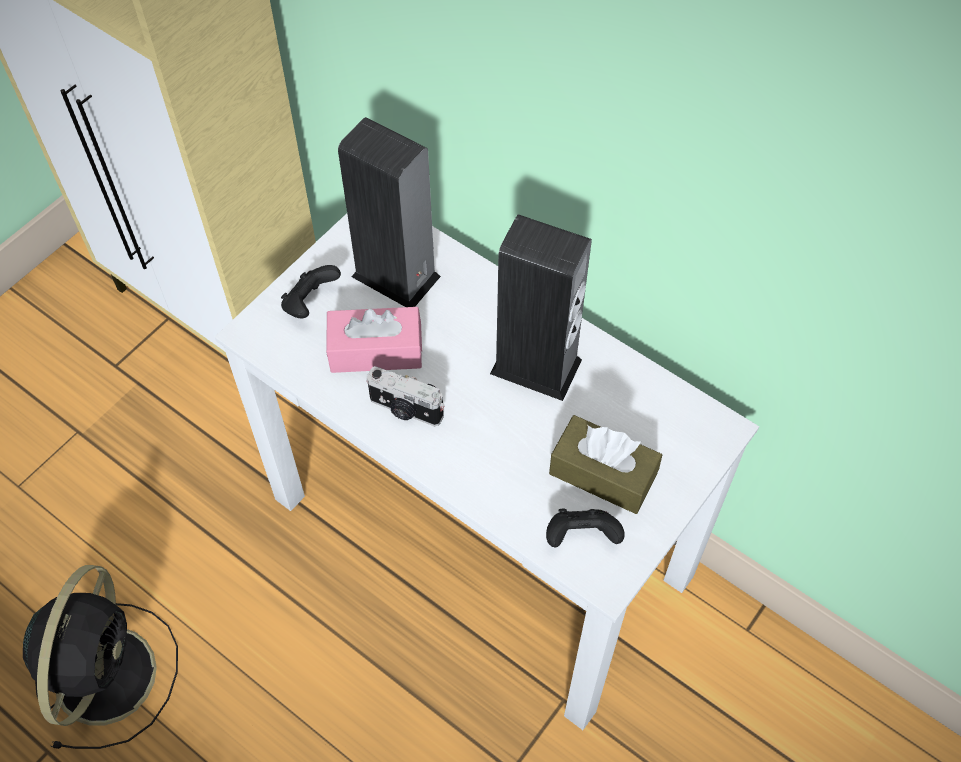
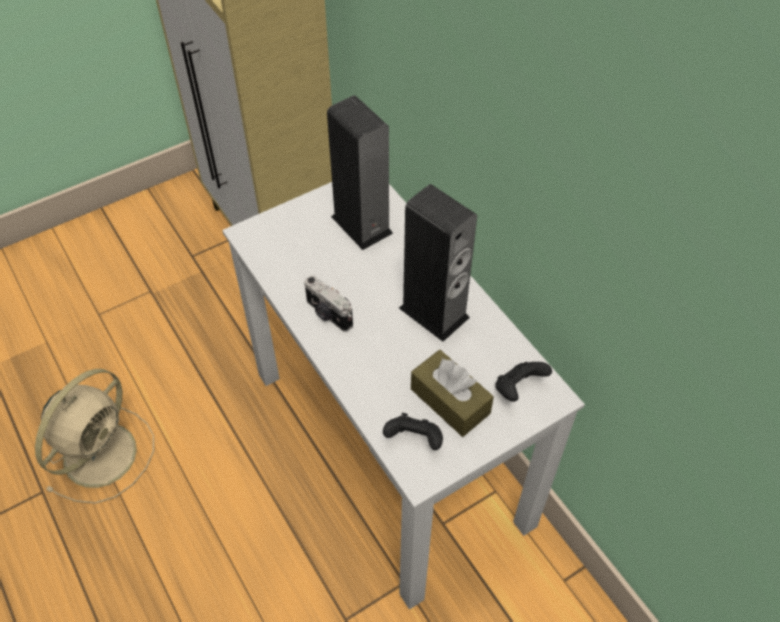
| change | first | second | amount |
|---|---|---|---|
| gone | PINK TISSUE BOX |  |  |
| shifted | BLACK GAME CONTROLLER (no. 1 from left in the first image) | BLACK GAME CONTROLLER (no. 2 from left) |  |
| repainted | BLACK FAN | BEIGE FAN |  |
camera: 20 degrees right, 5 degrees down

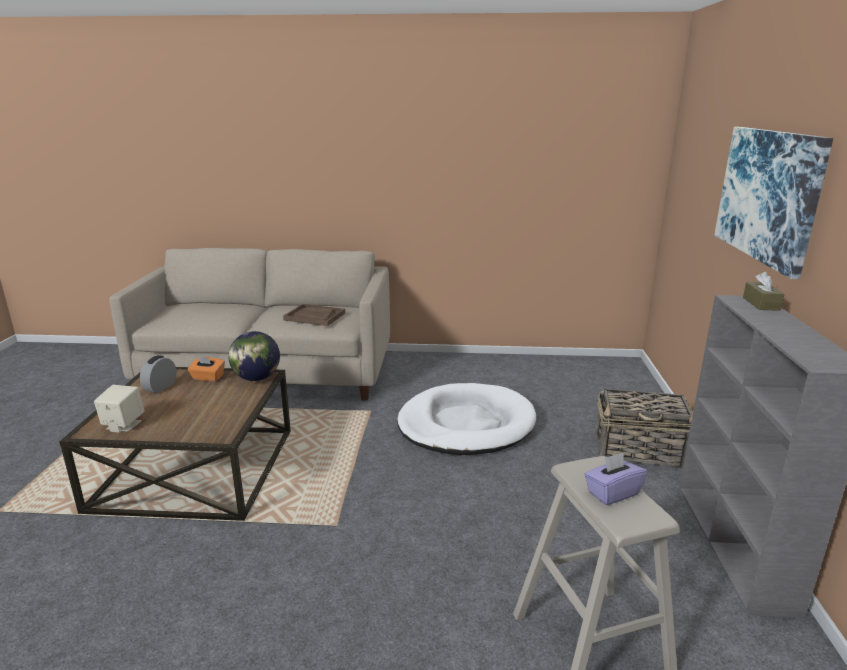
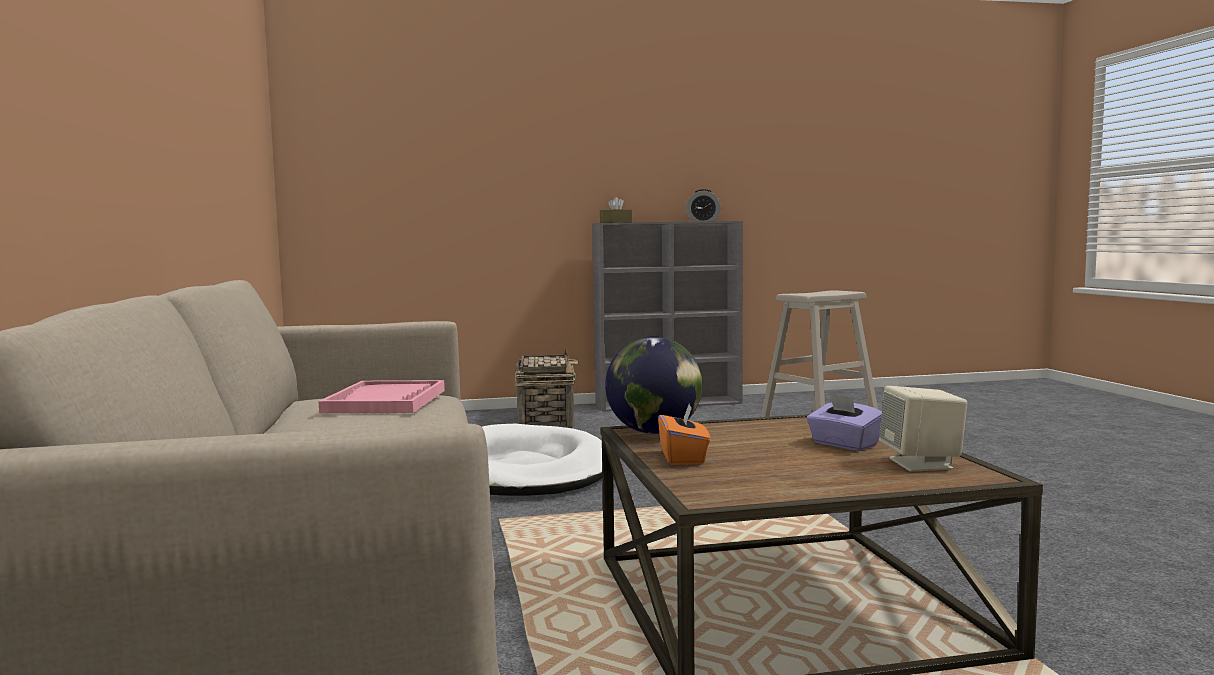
| change | first | second | amount |
|---|---|---|---|
| gone | PICTURE |  |  |
| shifted | ALARM CLOCK |  |  |
| shifted | PURPLE TISSUE BOX |  |  |
| repainted | BROWN TRAY | PINK TRAY |  |
camera: 105 degrees left, 15 degrees down

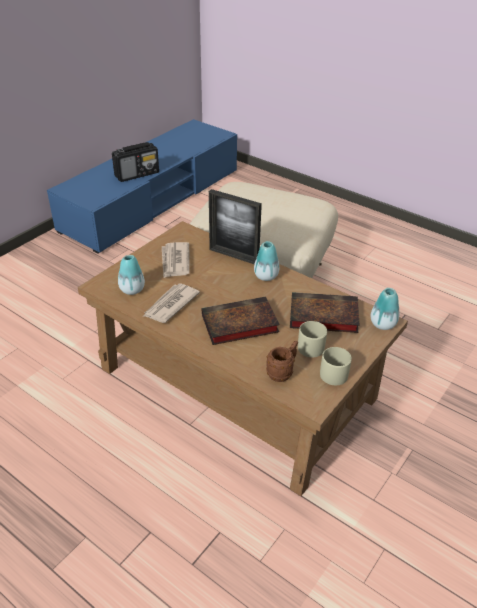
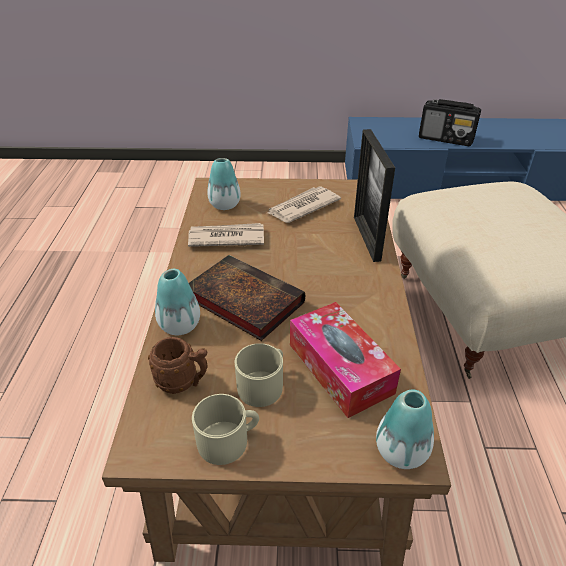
| change | first | second | amount |
|---|---|---|---|
| shifted | VASE (no. 2 from left in the first image) | VASE (no. 1 from left) |  |
| swapped | BOOK (no. 2 from left) | TISSUE BOX |  |
camera: 55 degrees right, 0 degrees up

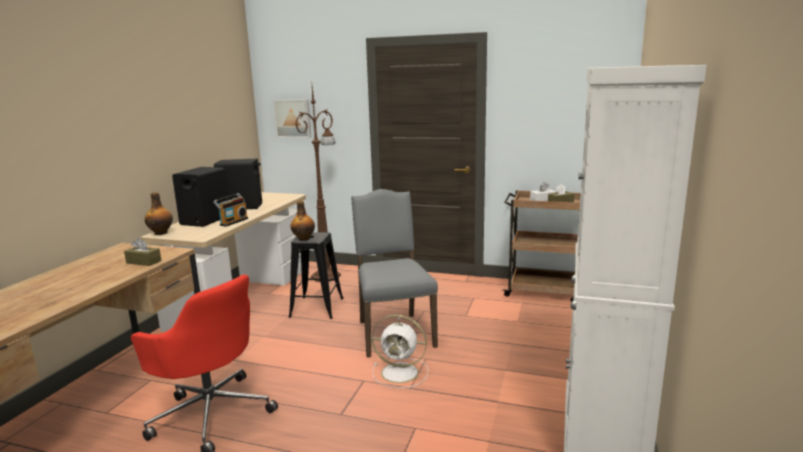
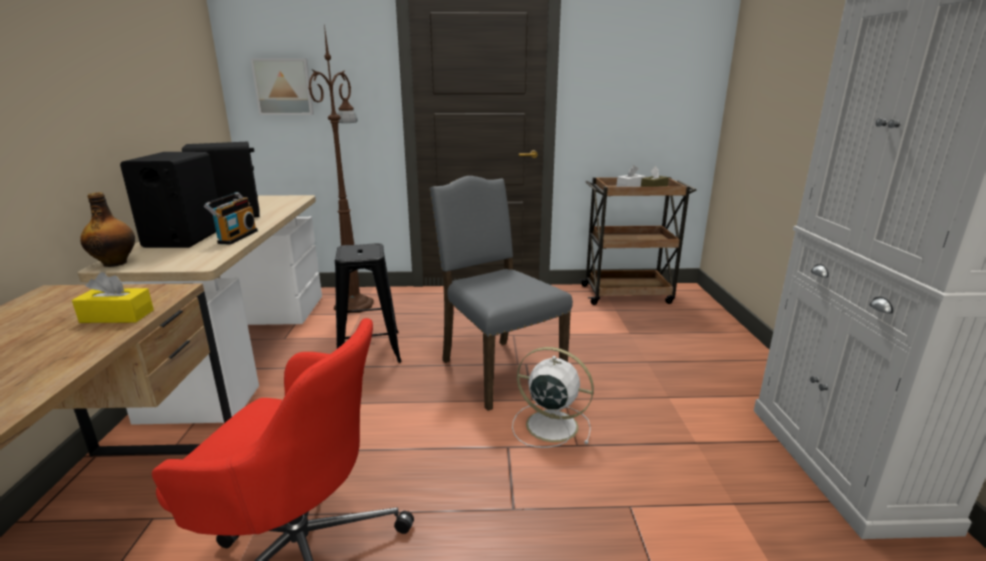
| change | first | second | amount |
|---|---|---|---|
| gone | BOTTLE (no. 2 from left) |  |  |
| repainted | BROWN TISSUE BOX (no. 1 from left) | YELLOW TISSUE BOX |  |
| rotated | WHITE FAN |  | 150 degrees counterclockwise |
camera: 20 degrees left, 5 degrees up

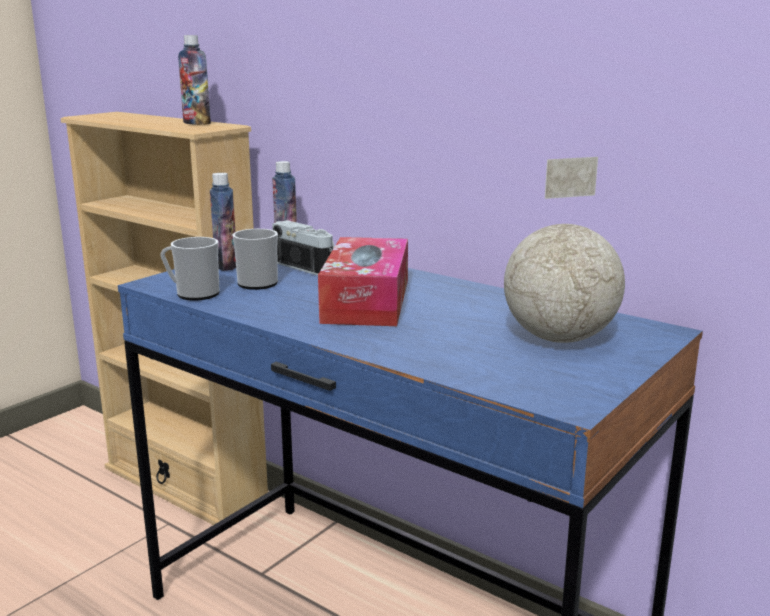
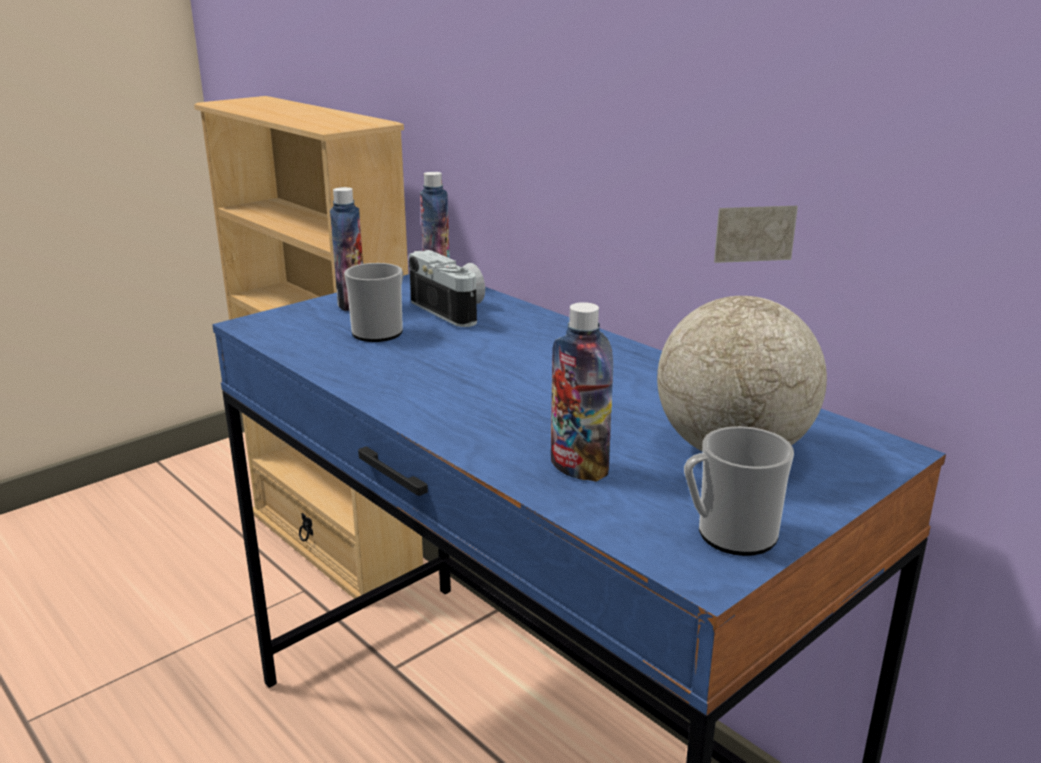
| change | first | second | amount |
|---|---|---|---|
| gone | TISSUE BOX |  |  |
| shifted | MUG (no. 1 from left in the first image) | MUG (no. 2 from left) |  |
| shifted | BOTTLE (no. 1 from left in the first image) | BOTTLE (no. 3 from left) |  |
camera: 10 degrees right, 5 degrees up

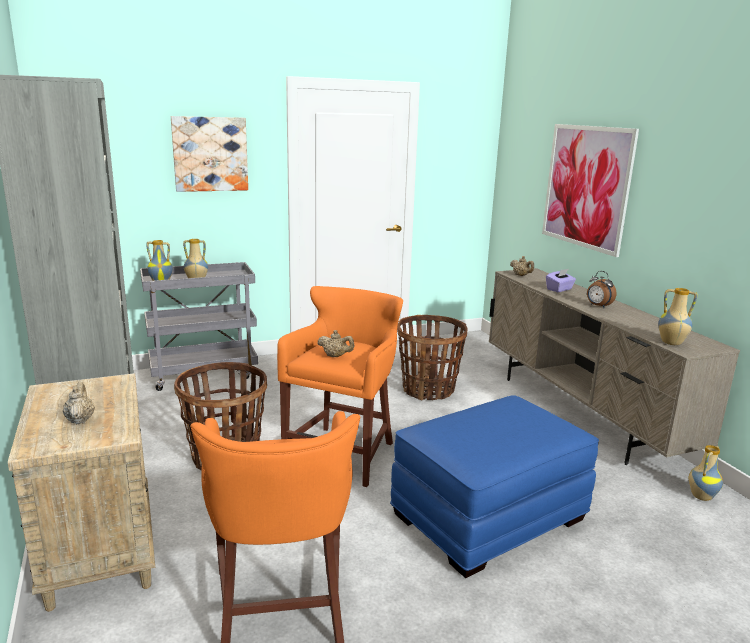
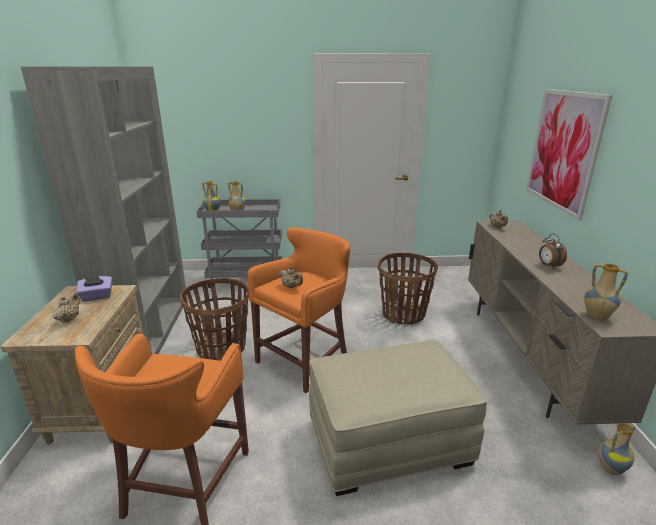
| change | first | second | amount |
|---|---|---|---|
| gone | PICTURE (no. 1 from left) |  |  |
| shifted | PURPLE TISSUE BOX |  |  |
| repainted | BLUE OTTOMAN | BEIGE OTTOMAN |  |
camera: 20 degrees right, 5 degrees up

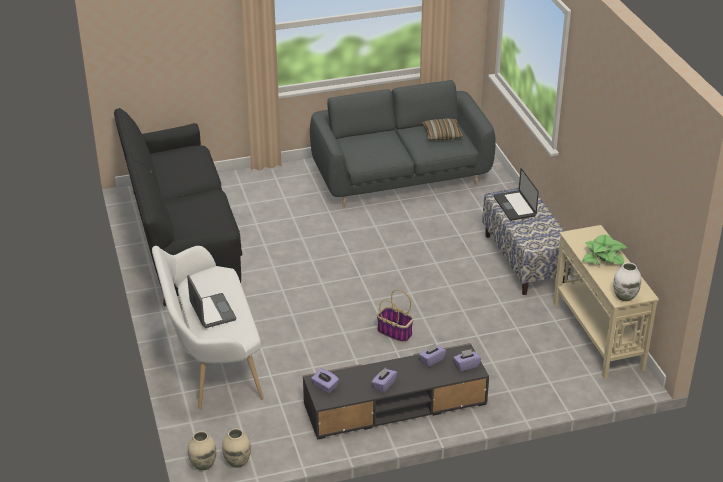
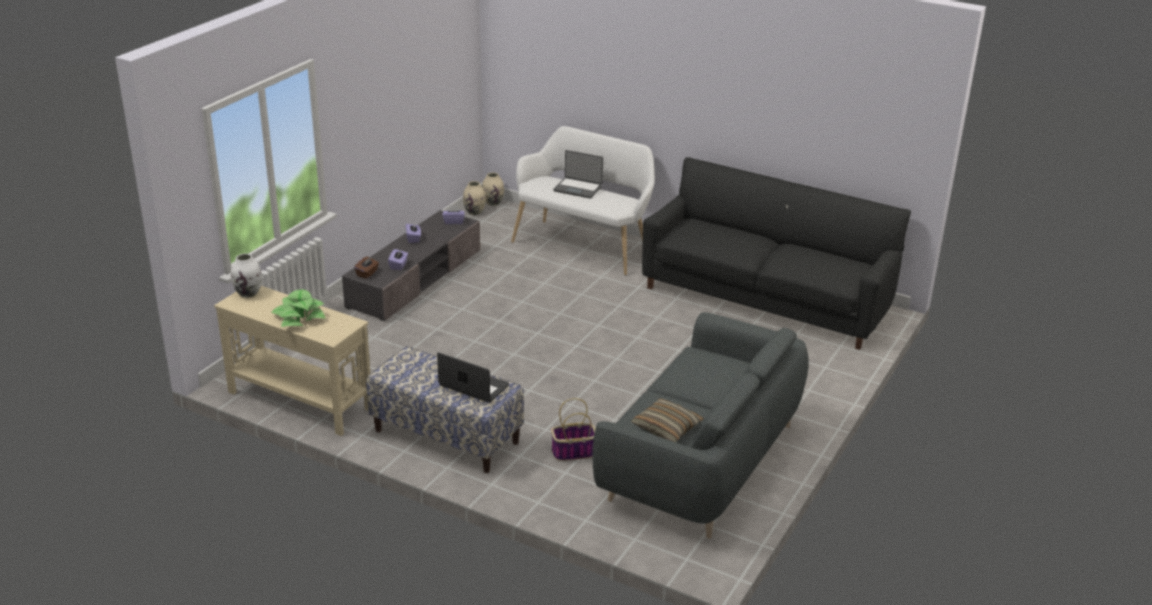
| change | first | second | amount |
|---|---|---|---|
| shifted | BASKET |  |  |
| repainted | PURPLE TISSUE BOX (no. 4 from left) | BROWN TISSUE BOX |  |
camera: 135 degrees right, 5 degrees down

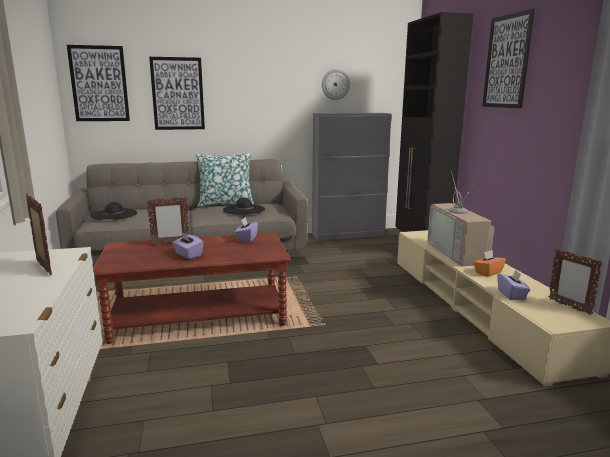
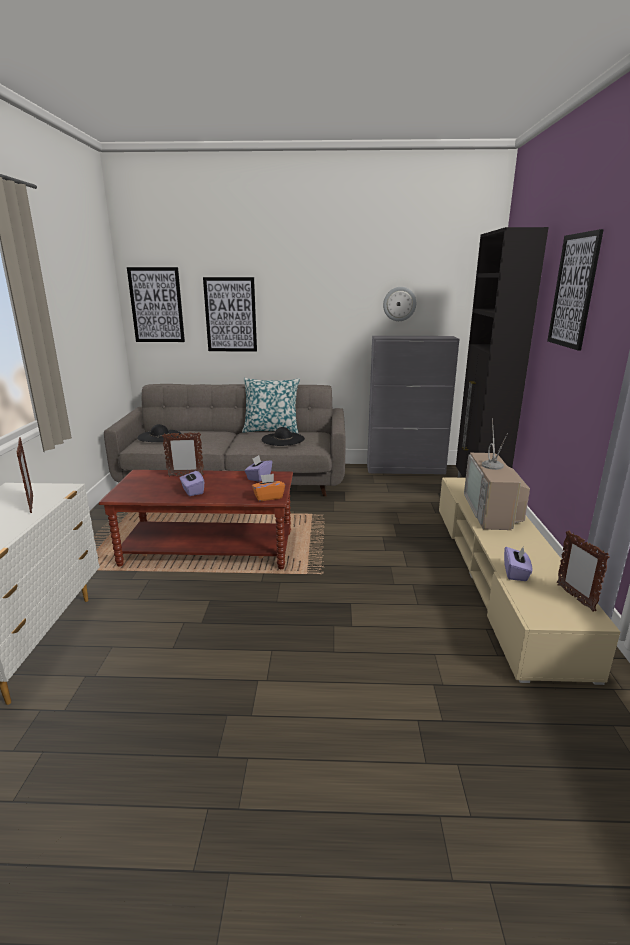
| change | first | second | amount |
|---|---|---|---|
| shifted | ORANGE TISSUE BOX |  |  |
camera: 15 degrees right, 5 degrees up

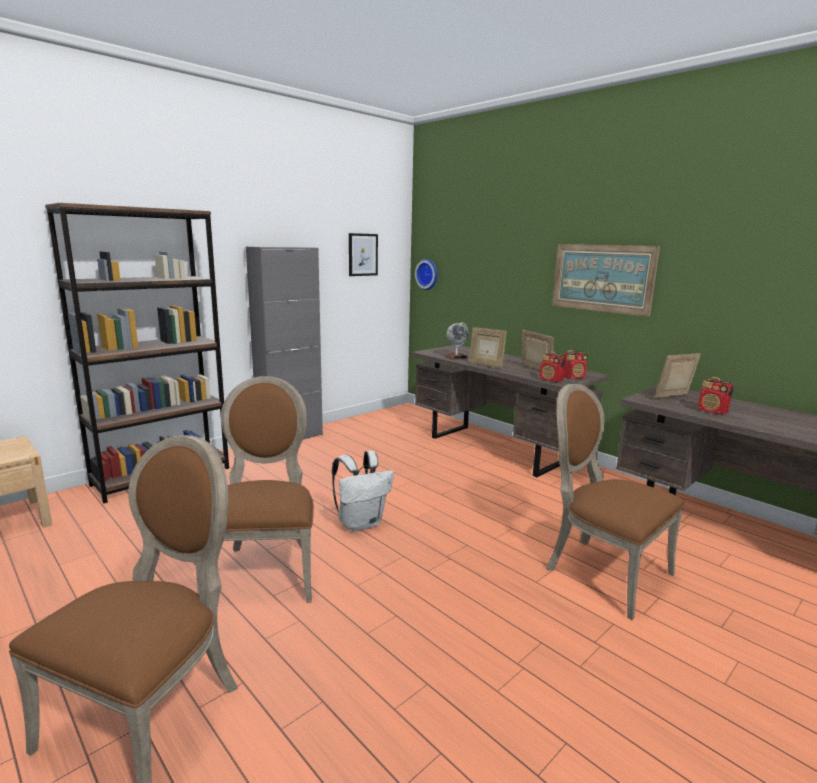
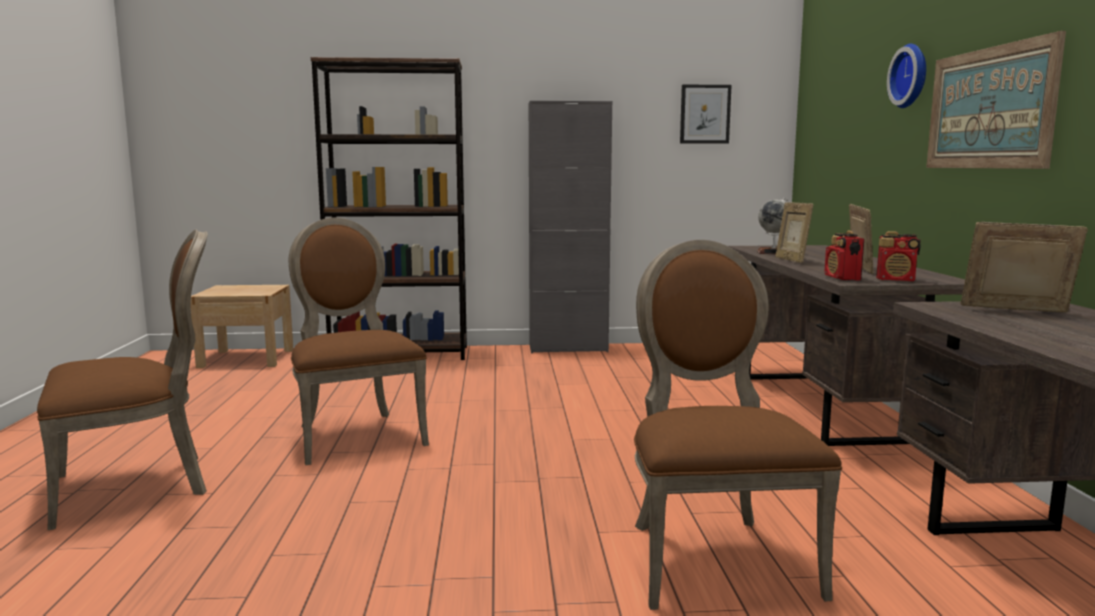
| change | first | second | amount |
|---|---|---|---|
| gone | WHITE BACKPACK |  |  |
| gone | RADIO (no. 3 from left) |  |  |
| shifted | WALL CLOCK |  |  |
| rotated | BROWN CHAIR (no. 2 from left) |  | 60 degrees counterclockwise |
camera: 40 degrees right, 5 degrees down

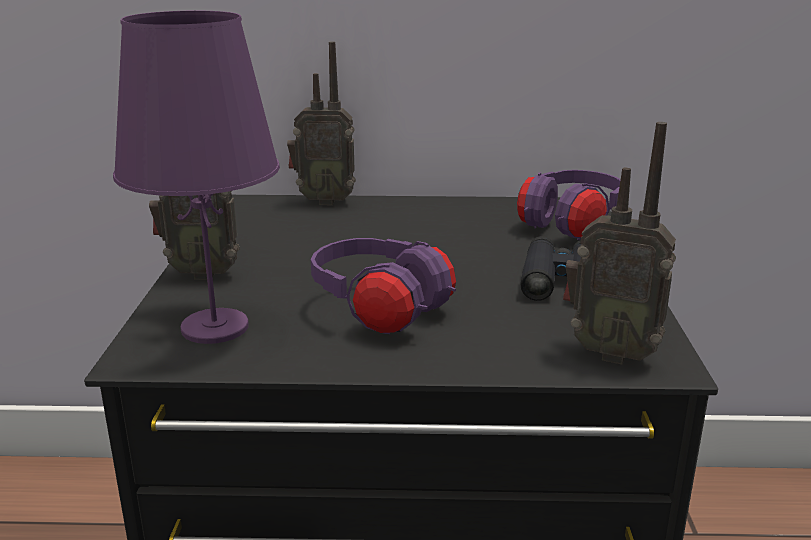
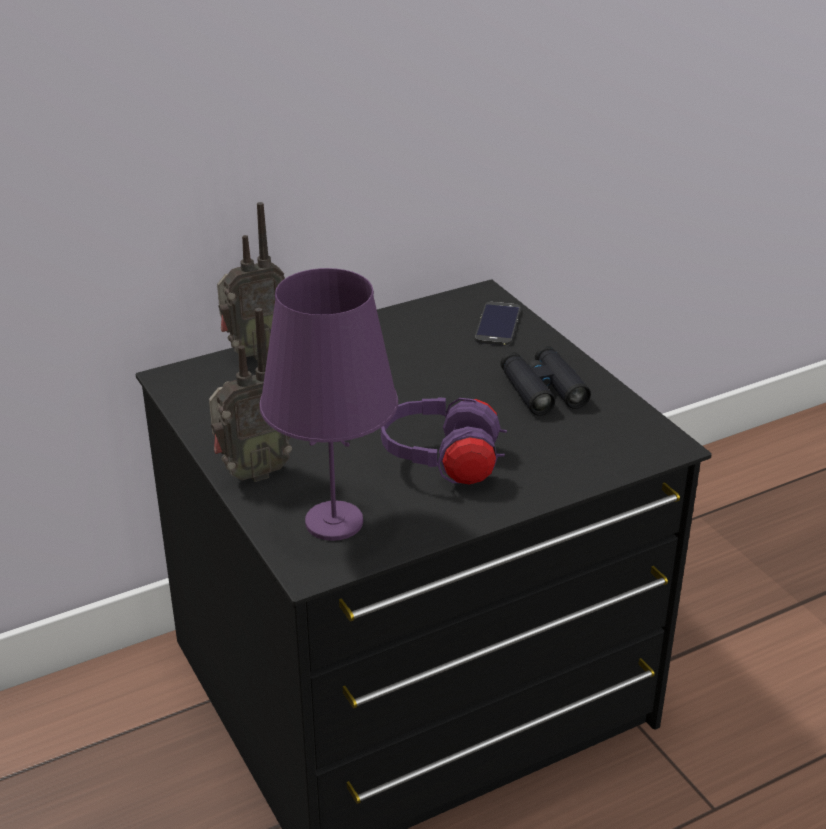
| change | first | second | amount |
|---|---|---|---|
| gone | RADIO (no. 3 from left) |  |  |
| swapped | PURPLE HEADPHONES (no. 2 from left) | PHONE |  |
camera: 30 degrees left, 10 degrees up

